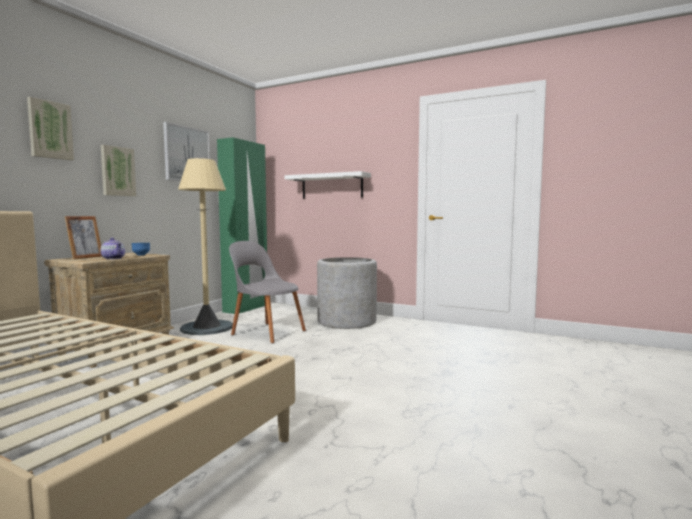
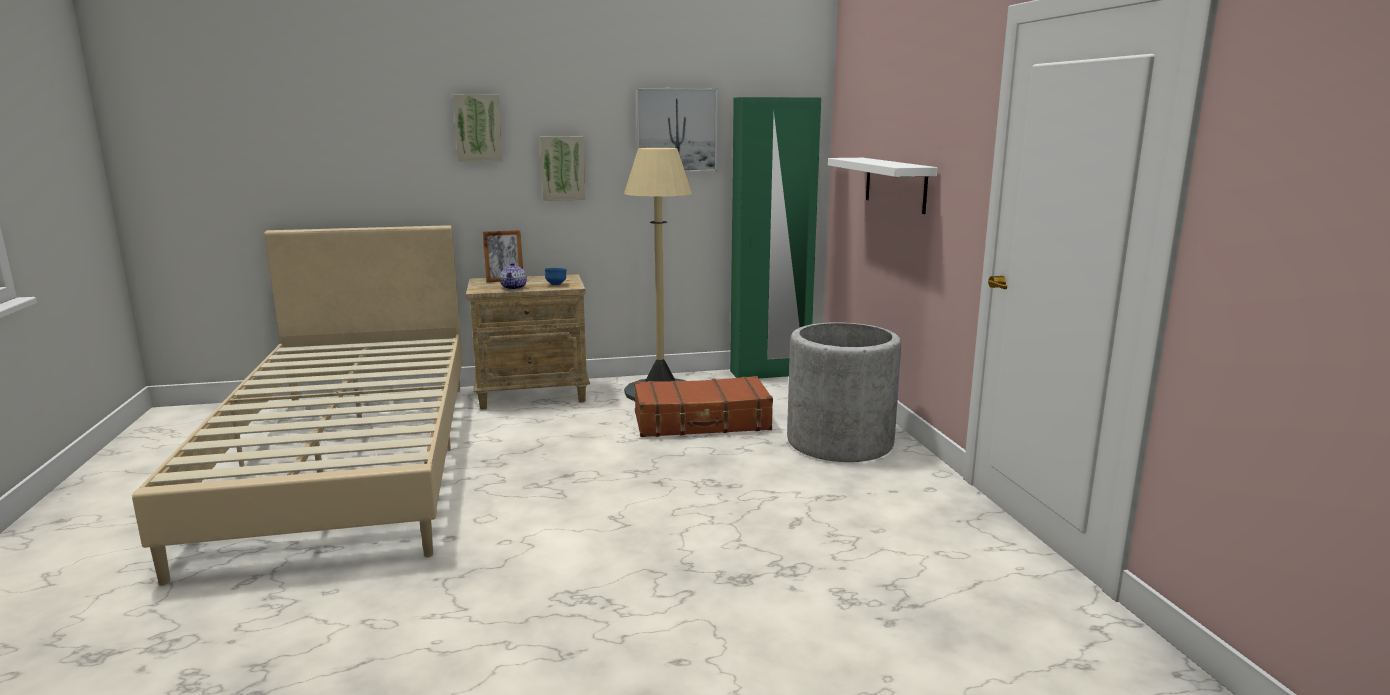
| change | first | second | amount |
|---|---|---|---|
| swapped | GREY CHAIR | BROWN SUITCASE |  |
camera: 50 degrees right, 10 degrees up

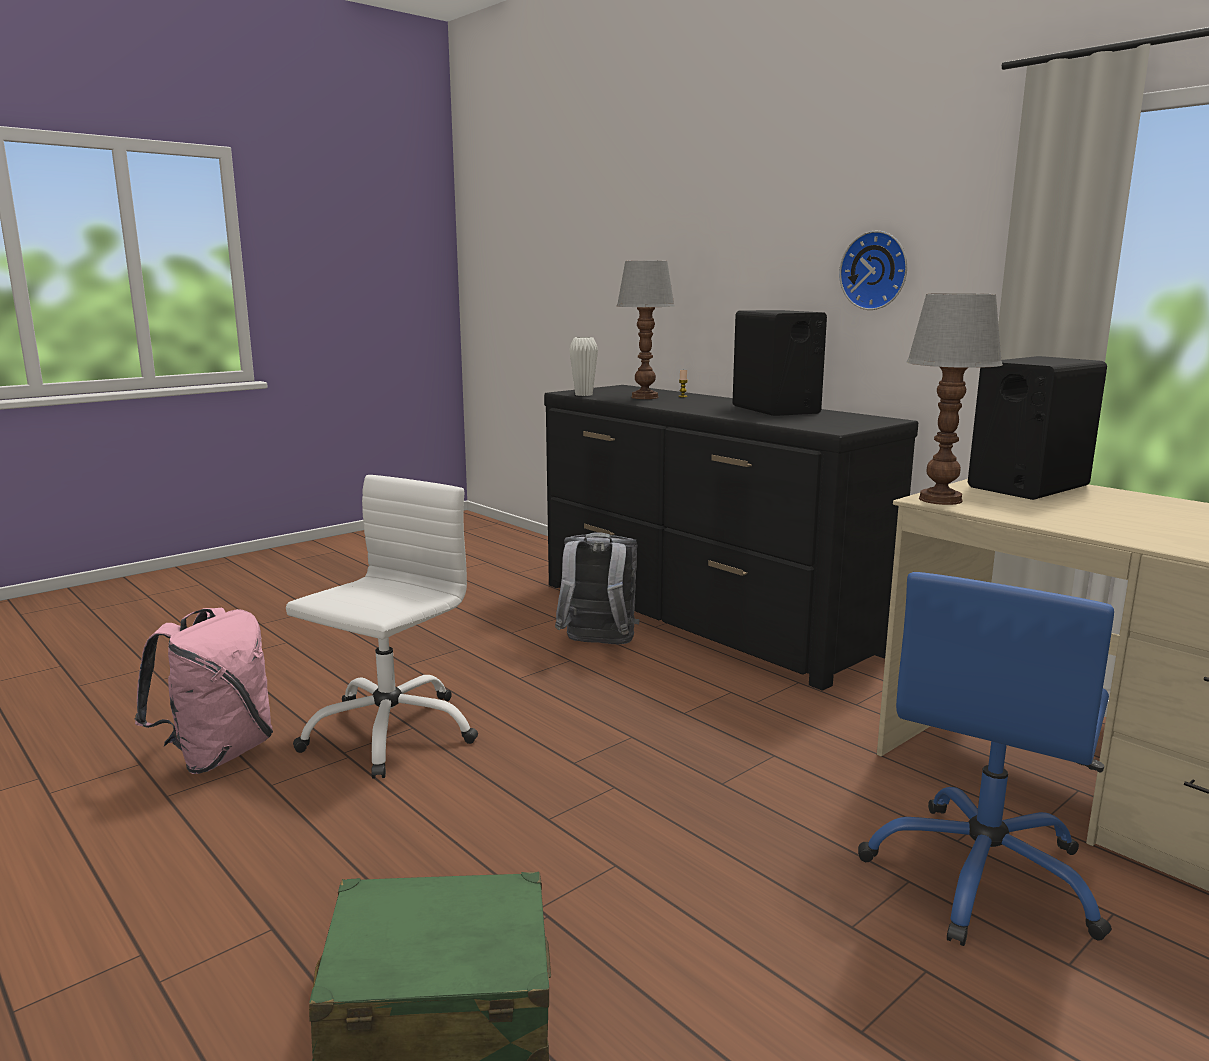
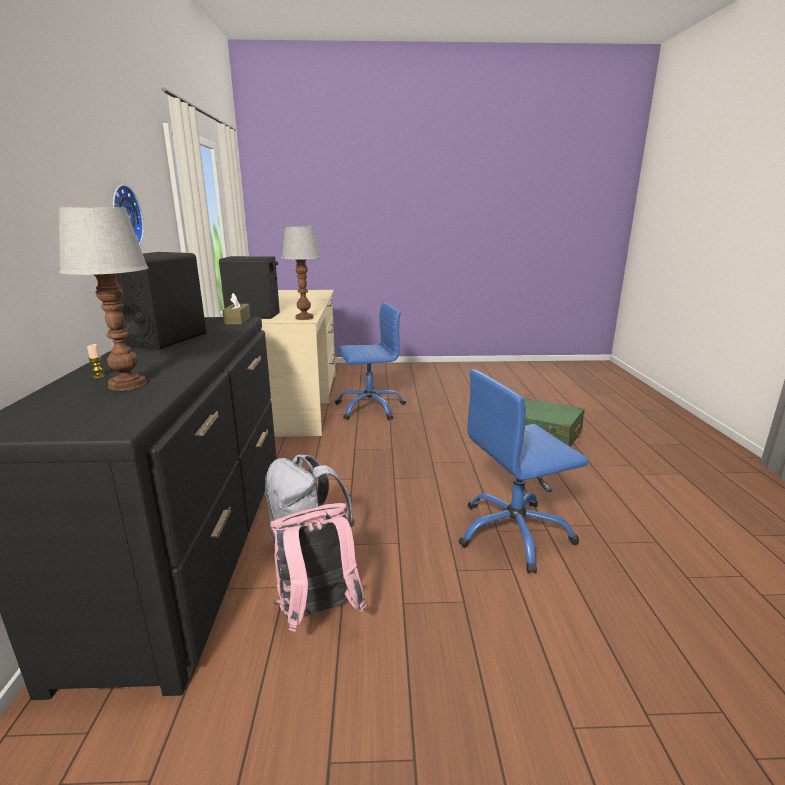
| change | first | second | amount |
|---|---|---|---|
| gone | WHITE VASE |  |  |
| new |  | BROWN TISSUE BOX |  |
| shifted | PINK BACKPACK |  |  |
| repainted | WHITE OFFICE CHAIR | BLUE OFFICE CHAIR (no. 2 from left) |  |
camera: 140 degrees left, 5 degrees up

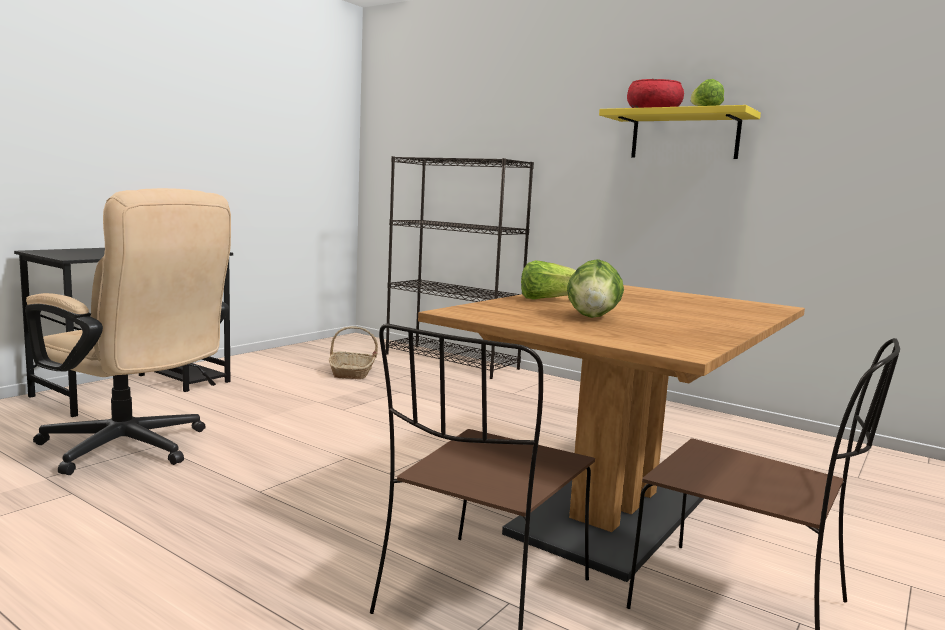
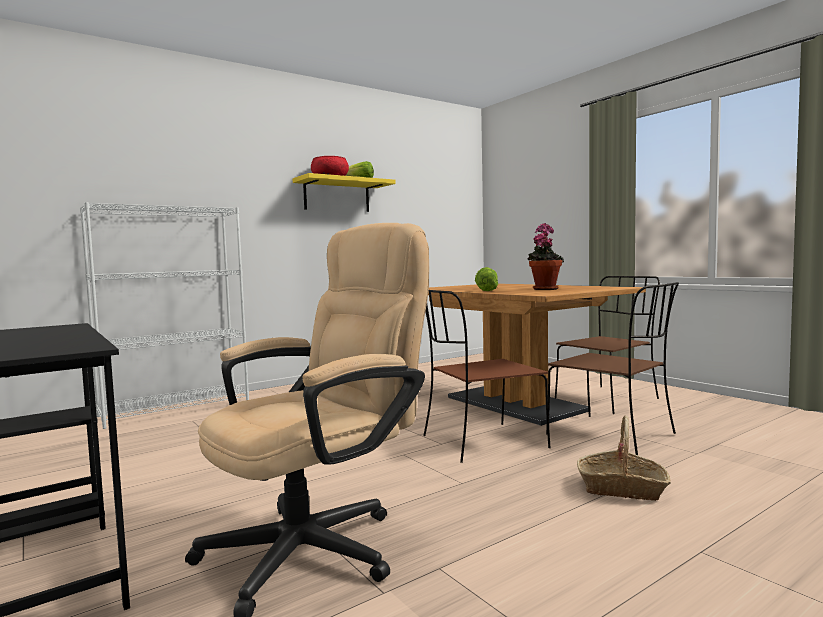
| change | first | second | amount |
|---|---|---|---|
| new |  | BROWN CHAIR (no. 1 from left) |  |
| shifted | BASKET |  |  |
| swapped | LETTUCE (no. 2 from left) | POTTED PLANT |  |
| repainted | BLACK BOOKCASE | WHITE BOOKCASE |  |
camera: 70 degrees left, 5 degrees down

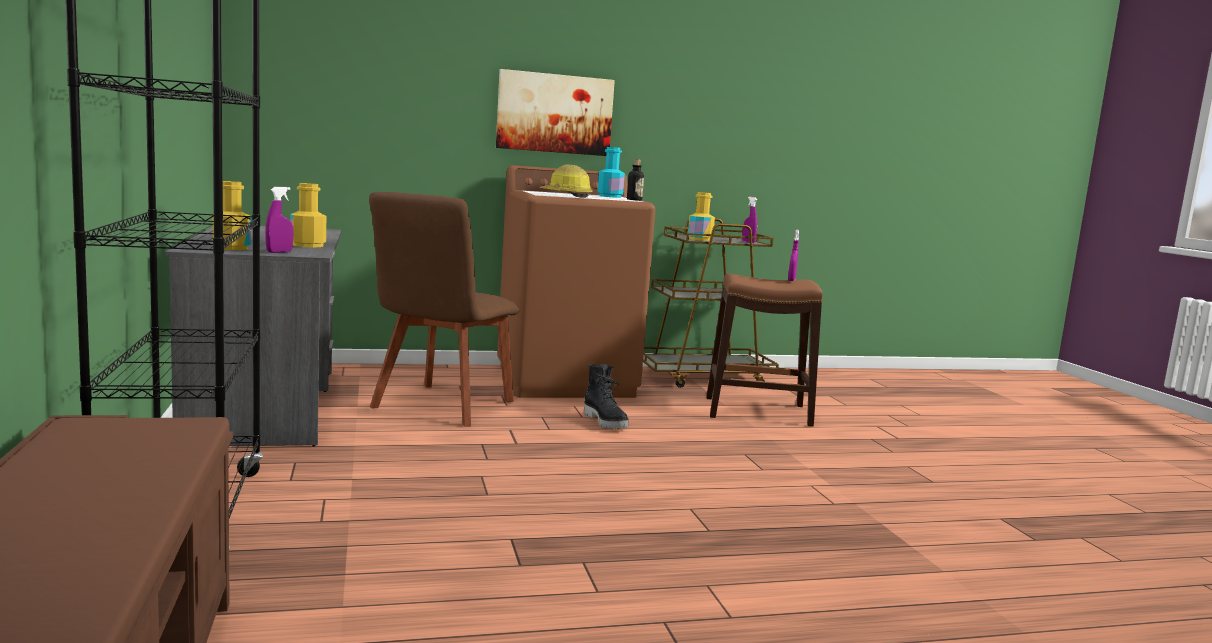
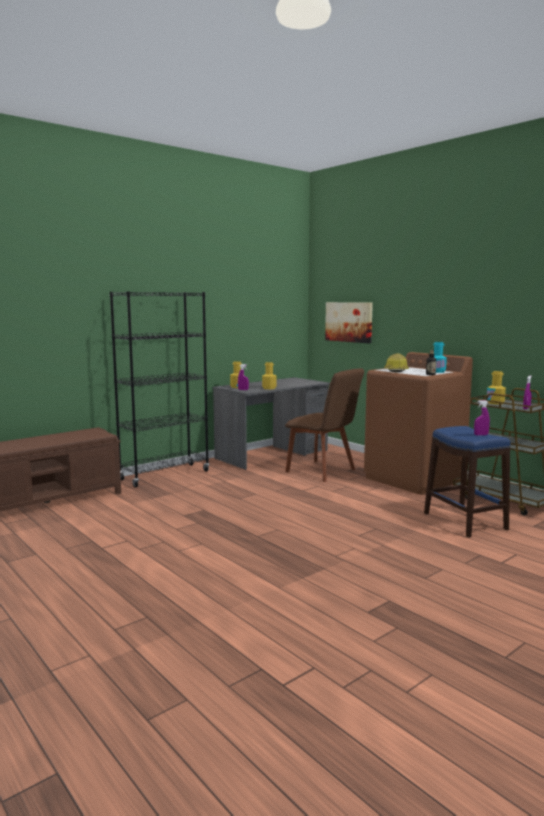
| change | first | second | amount |
|---|---|---|---|
| gone | BLACK BOOT |  |  |
| shifted | PICTURE |  |  |
| repainted | BROWN STOOL | BLUE STOOL |  |
| rotated | BROWN CHAIR |  | 135 degrees counterclockwise |
camera: 65 degrees right, 0 degrees up

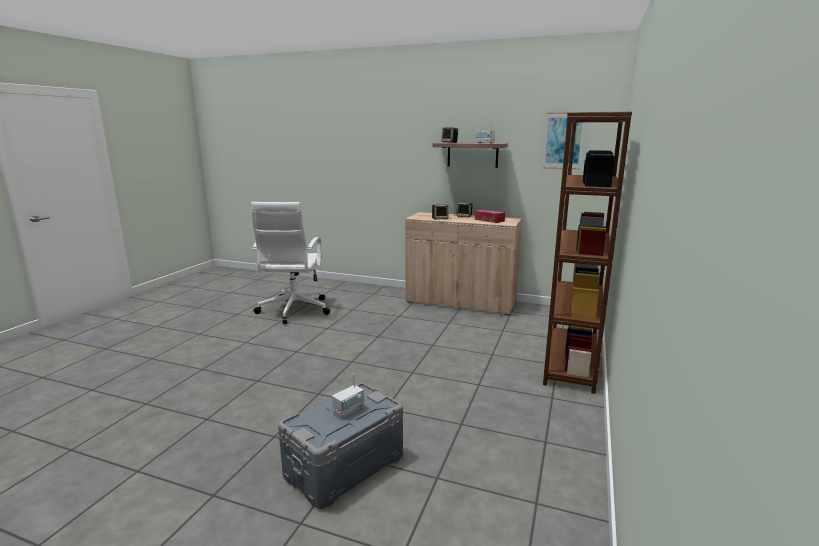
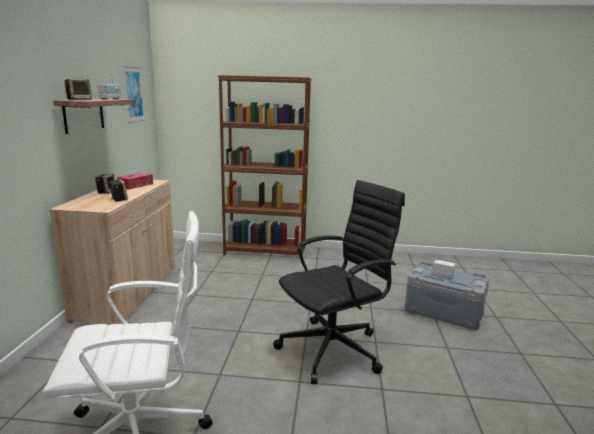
| change | first | second | amount |
|---|---|---|---|
| new |  | BLACK OFFICE CHAIR |  |
camera: 105 degrees left, 0 degrees up

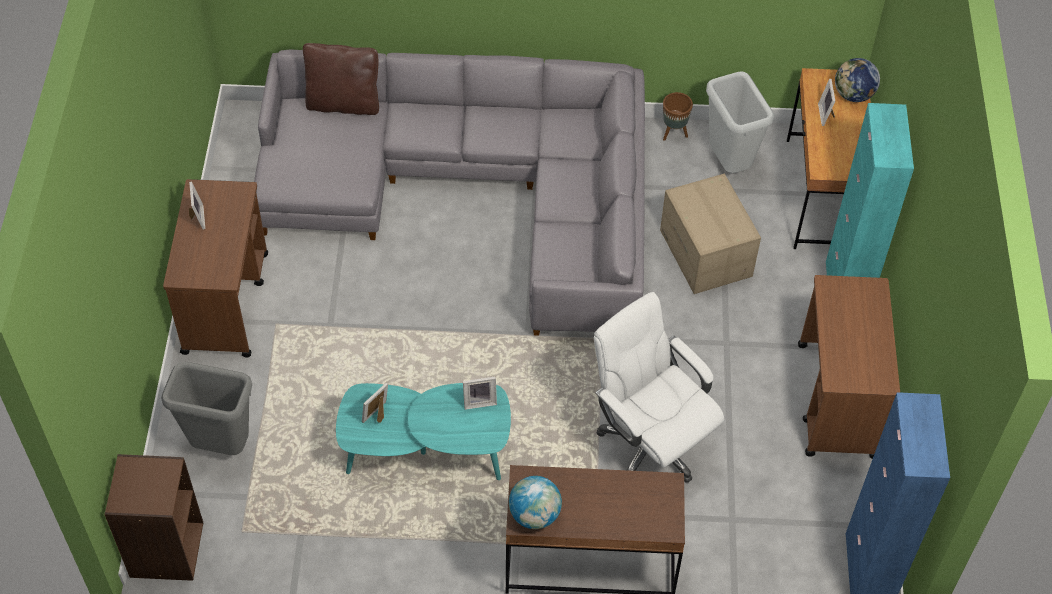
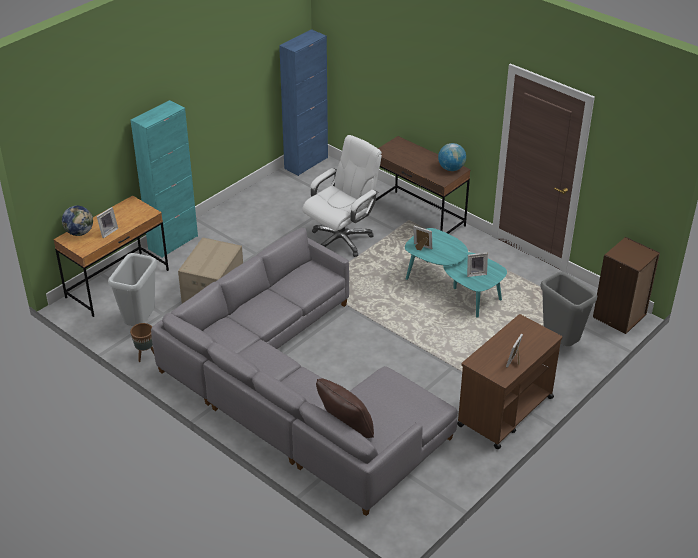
| change | first | second | amount |
|---|---|---|---|
| gone | BROWN CART (no. 2 from left) |  |  |
| rotated | WHITE OFFICE CHAIR |  | 135 degrees counterclockwise |
camera: 140 degrees left, 15 degrees down

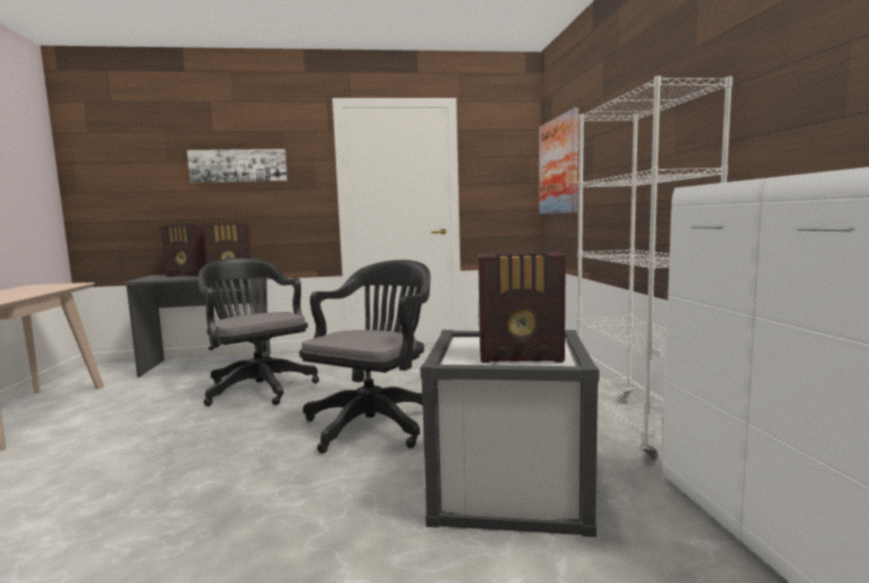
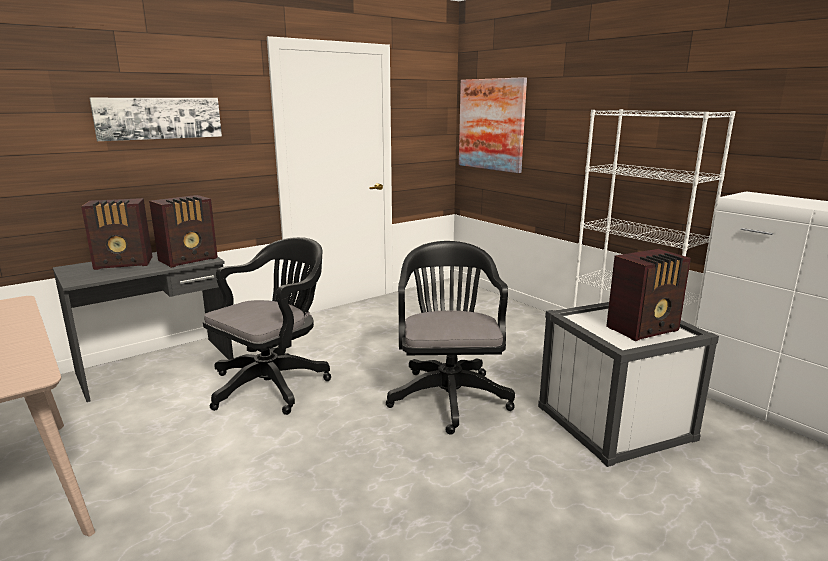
| change | first | second | amount |
|---|---|---|---|
| rotated | BLACK OFFICE CHAIR (no. 1 from left) |  | 105 degrees clockwise |
camera: 30 degrees left, 10 degrees up

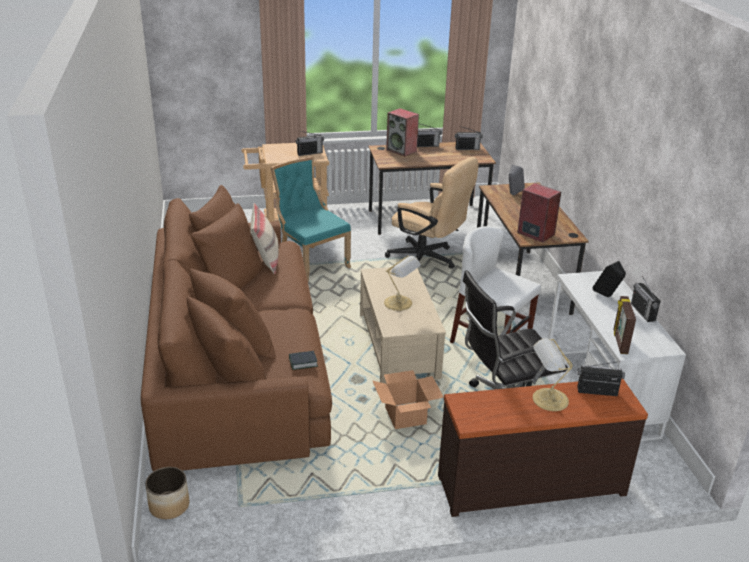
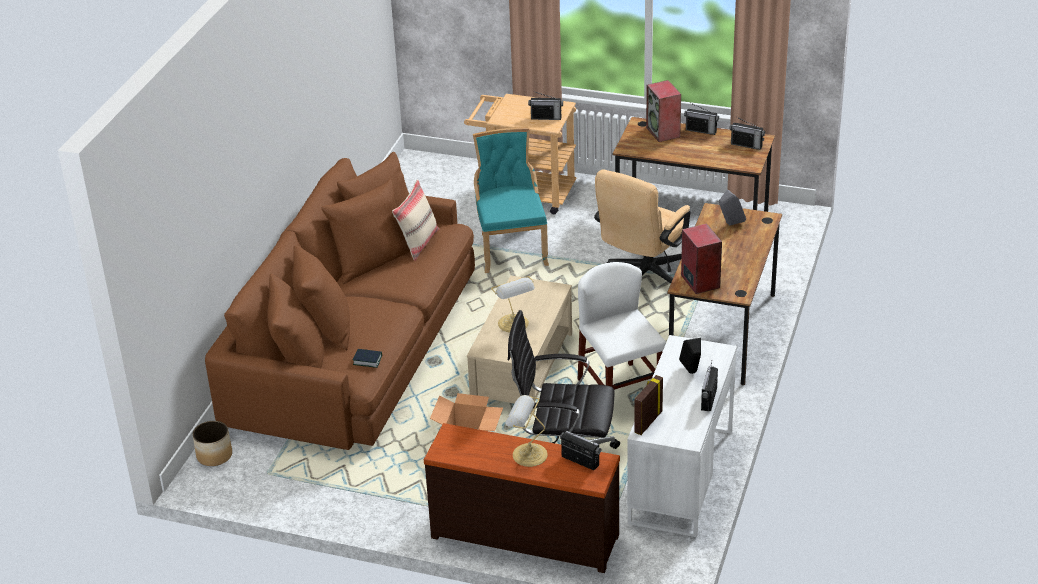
| change | first | second | amount |
|---|---|---|---|
| rotated | BEIGE OFFICE CHAIR |  | 60 degrees clockwise |
camera: 30 degrees right, 5 degrees up

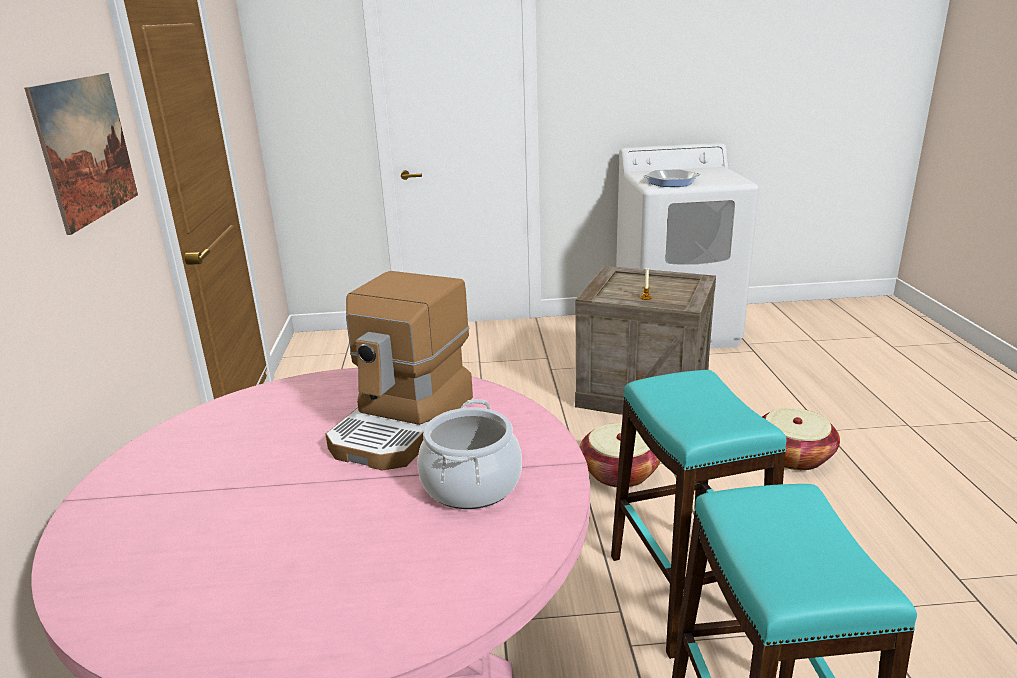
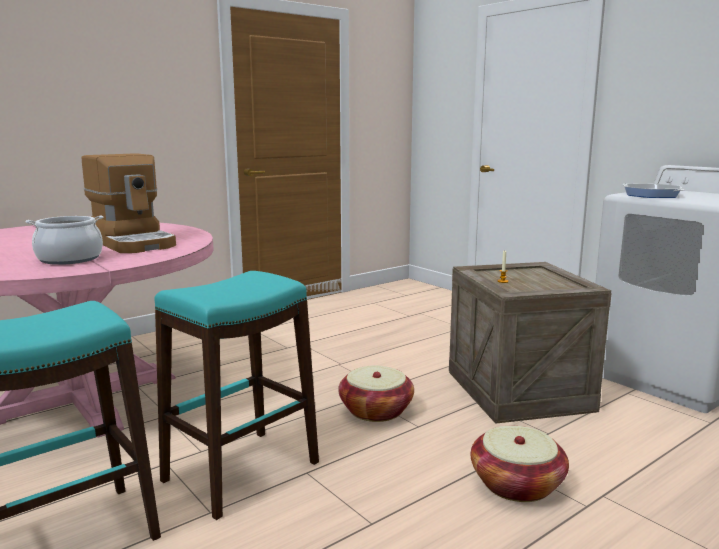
| change | first | second | amount |
|---|---|---|---|
| gone | PICTURE |  |  |
| rotated | COFFEE MACHINE |  | 120 degrees counterclockwise |
camera: 55 degrees right, 10 degrees down

